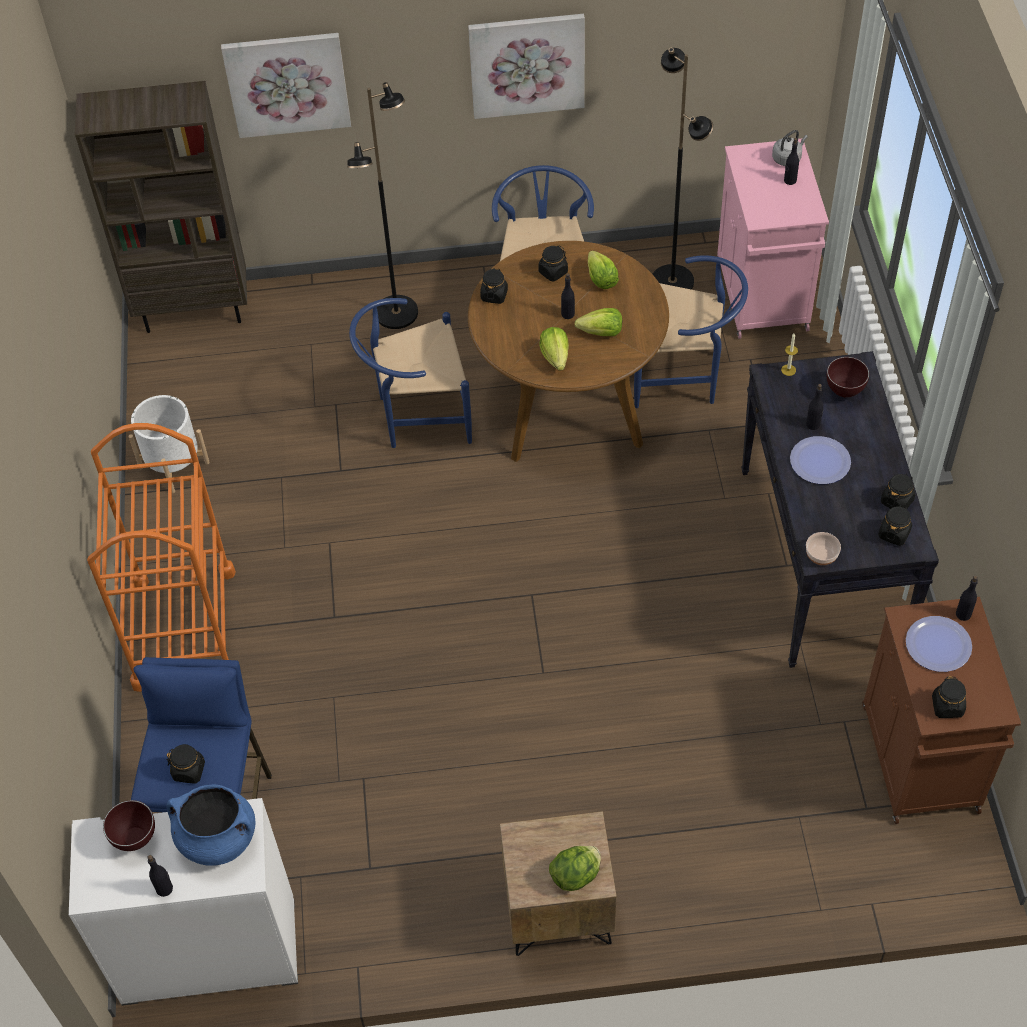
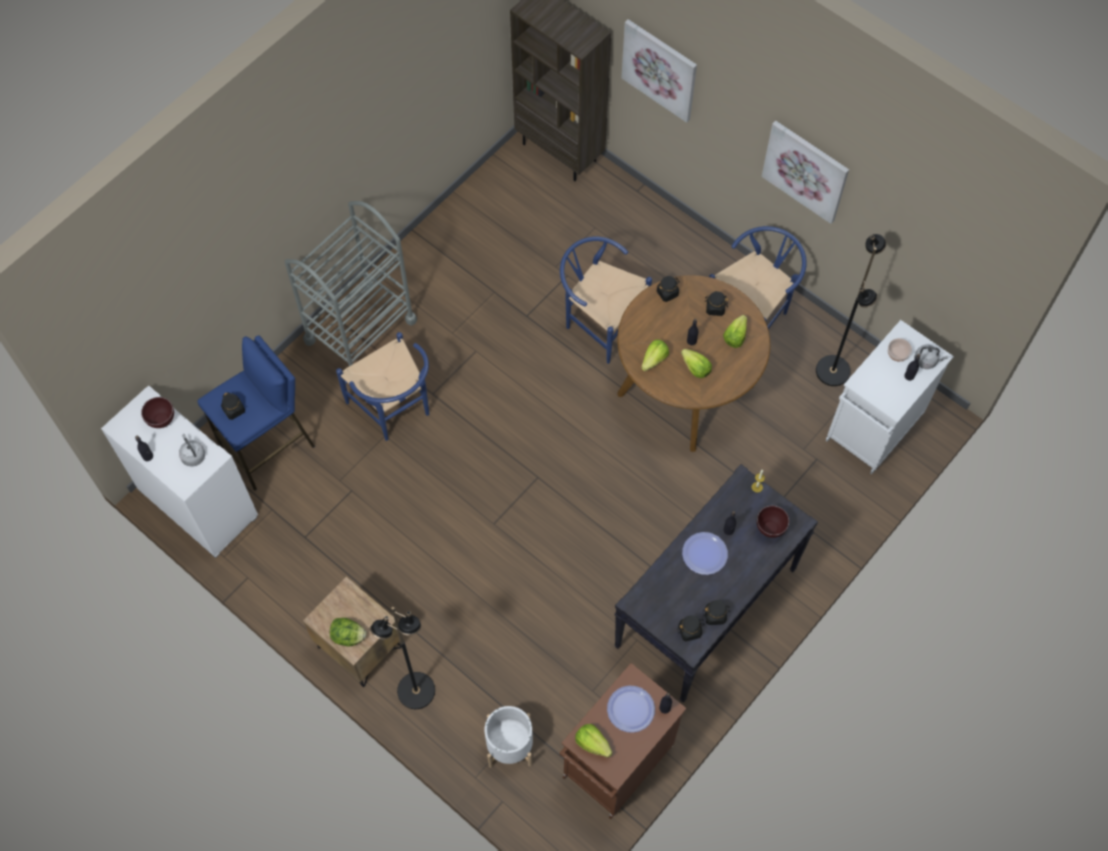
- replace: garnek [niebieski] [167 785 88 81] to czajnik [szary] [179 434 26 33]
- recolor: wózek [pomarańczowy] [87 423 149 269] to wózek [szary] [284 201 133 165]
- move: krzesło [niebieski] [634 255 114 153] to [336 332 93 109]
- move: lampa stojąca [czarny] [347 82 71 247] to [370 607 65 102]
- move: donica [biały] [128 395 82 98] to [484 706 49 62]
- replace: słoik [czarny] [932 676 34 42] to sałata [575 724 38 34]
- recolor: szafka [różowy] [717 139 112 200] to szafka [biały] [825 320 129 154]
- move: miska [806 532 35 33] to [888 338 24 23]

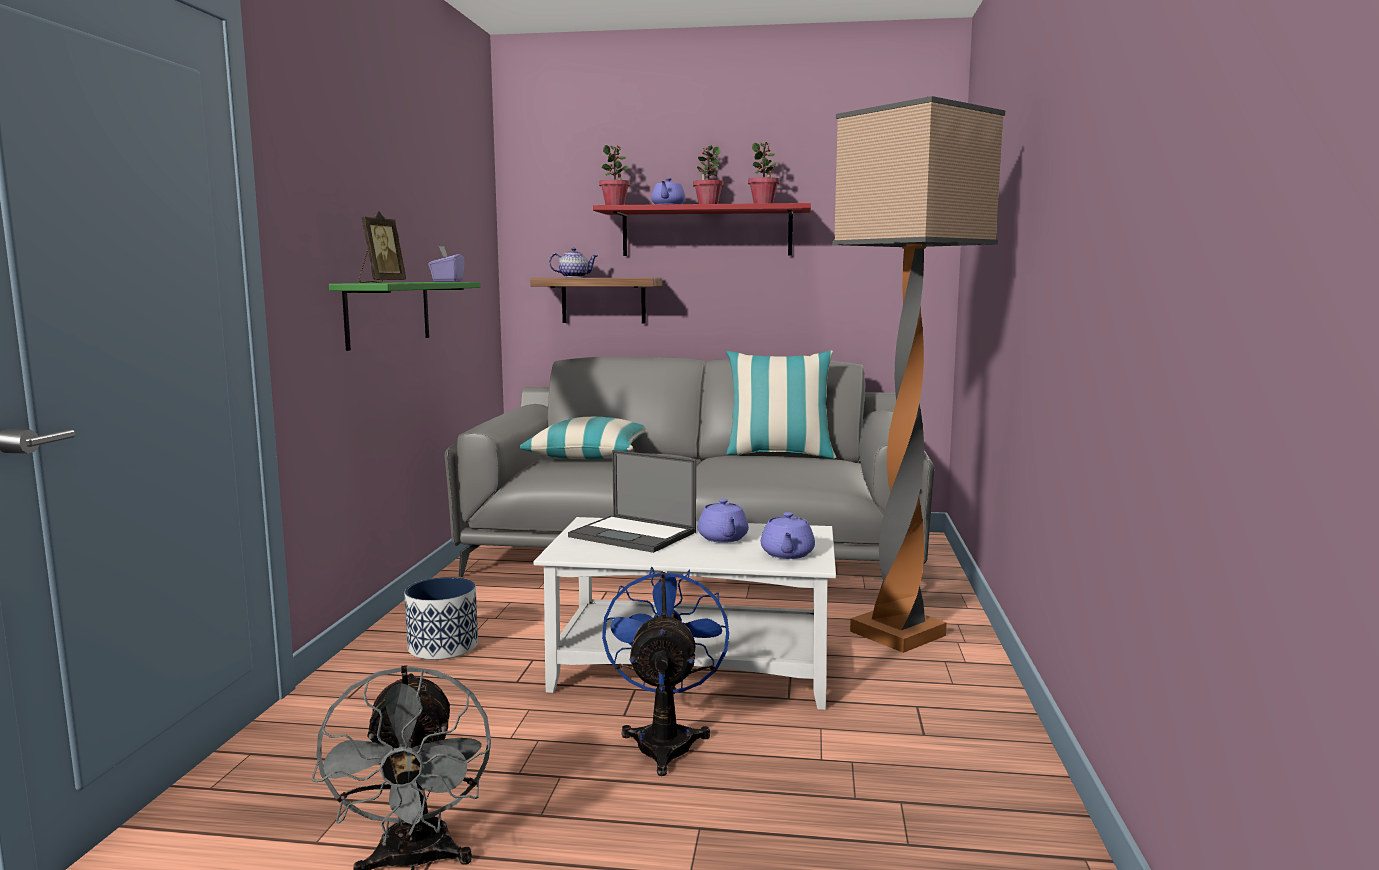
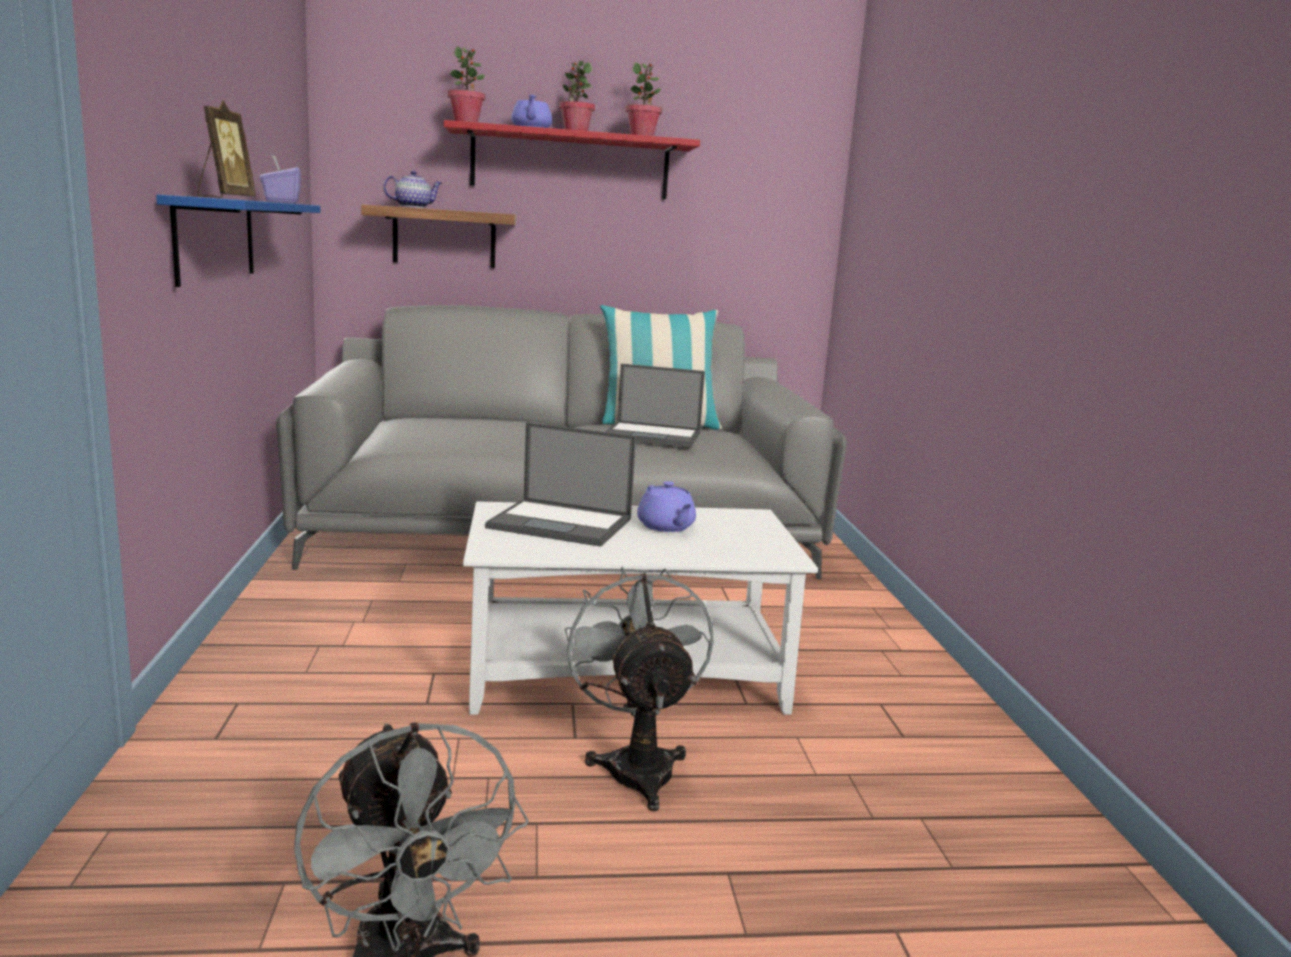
- recolor: półka [zielony] [329 282 152 69] to półka [niebieski] [156 194 164 93]
- recolor: wentylator [niebieski] [602 567 127 209] to wentylator [szary] [565 567 149 244]
- insert: laptop [606 364 99 83]
- delete: donica [405 577 73 83]
- delete: poduszka [520 417 126 42]
- delete: imbryk [fioletowy] [761 512 54 47]
- delete: lampa stojąca [832 96 173 557]

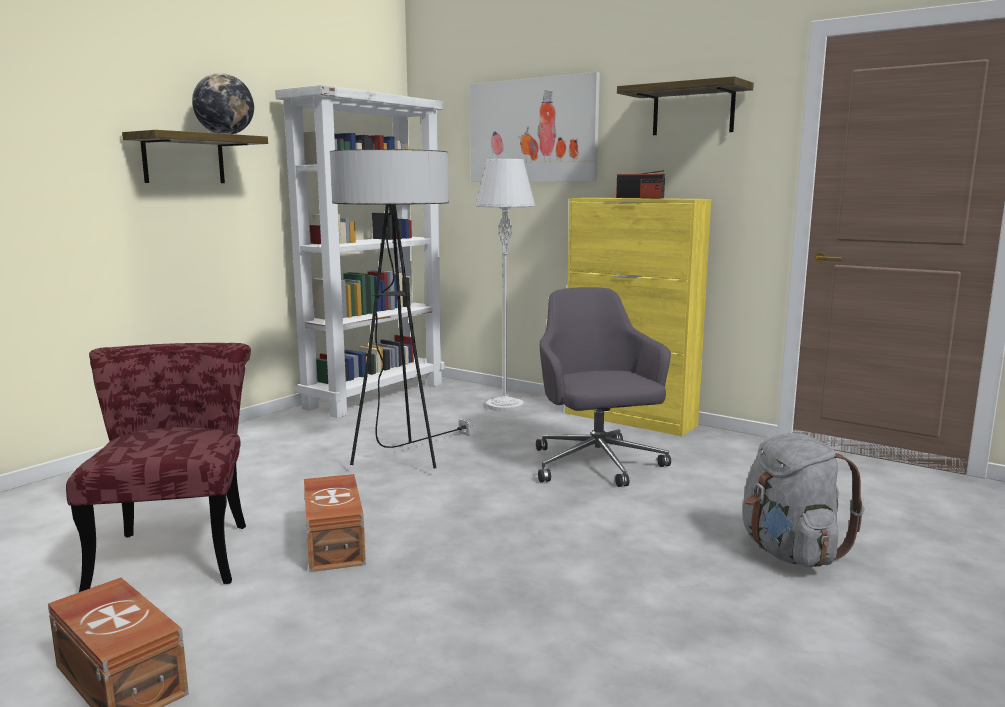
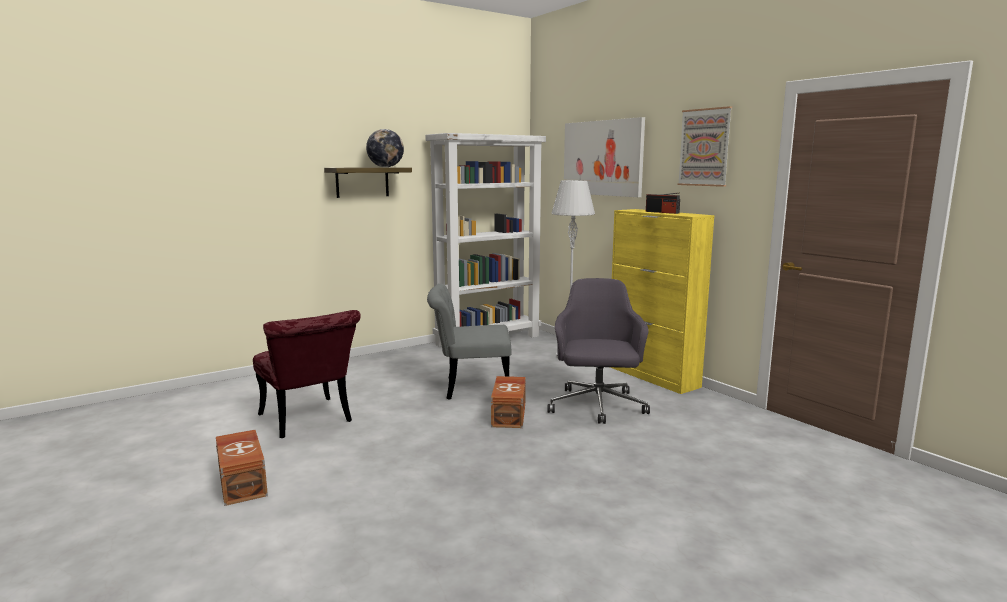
- rotate: krzesło [czerwony] [66 343 185 249] = [253 310 108 128] 135 degrees clockwise
- replace: lampa stojąca [330 149 143 320] to krzesło [szary] [427 284 85 116]
- move: pojemnik do przechowywania [brązowy] [304 474 62 98] to [491 376 35 52]
- replace: półka [617 76 137 59] to obraz [678 106 54 81]
- delete: plecak [szary] [743 433 122 134]

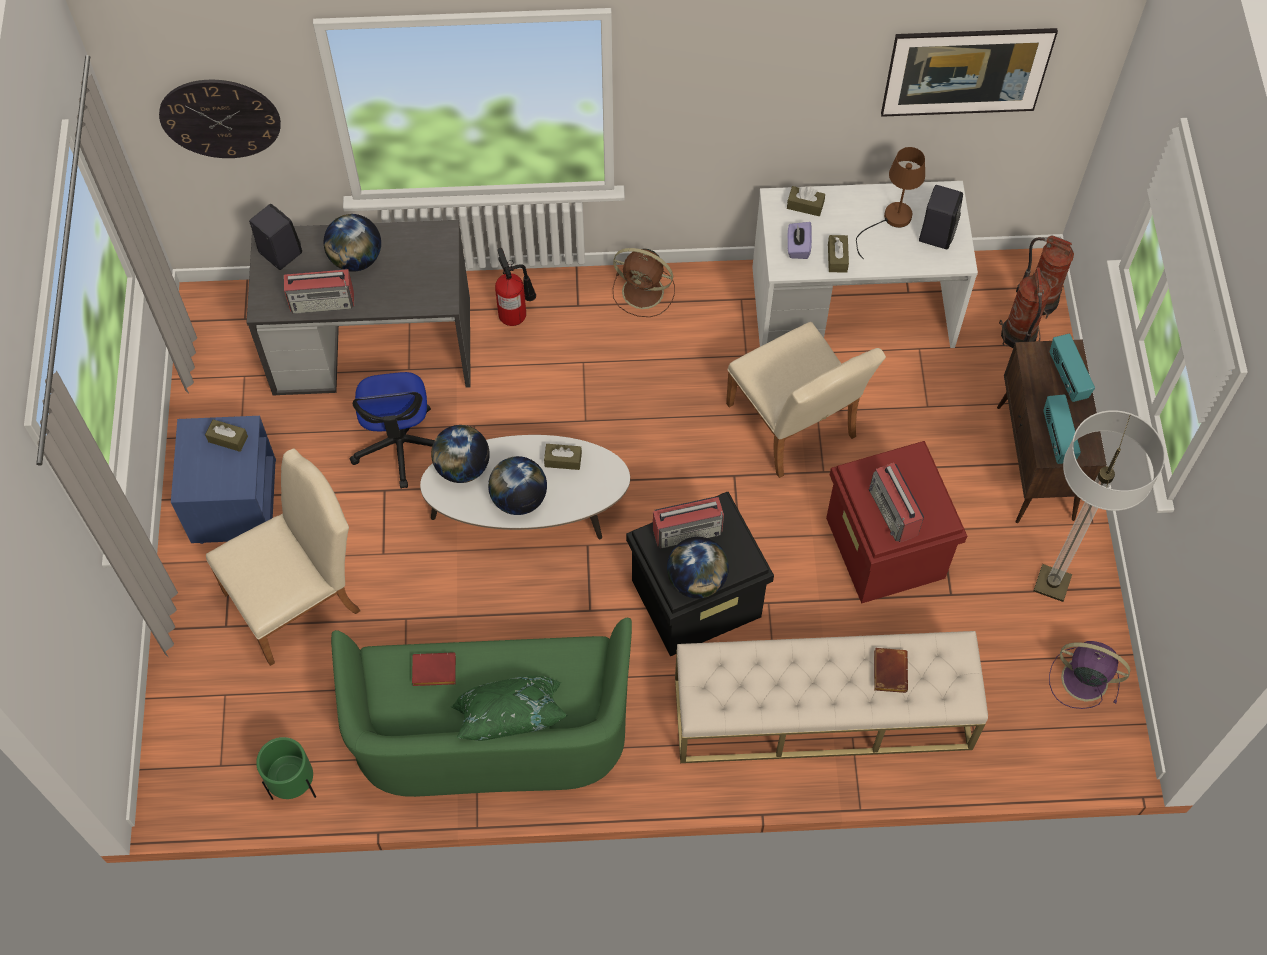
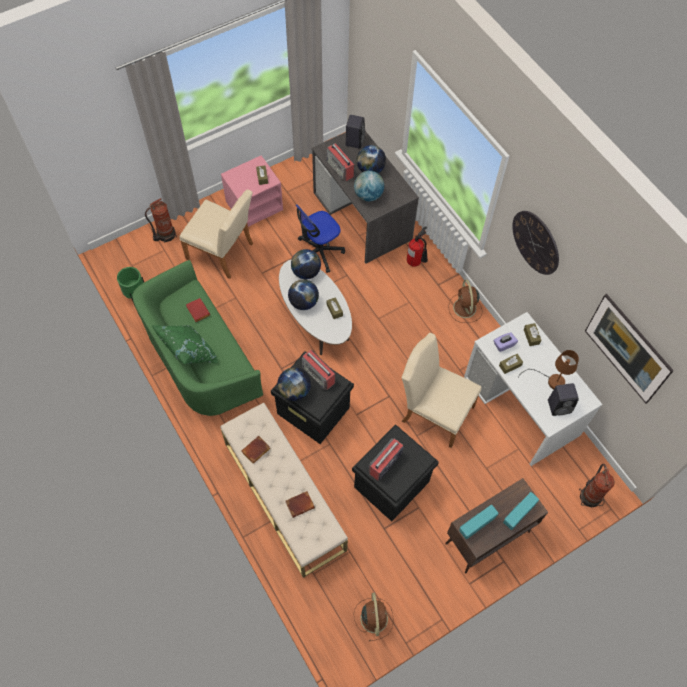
- move: gaśnica [999 267 52 81] to [145 198 32 45]
- recolor: szafka nocna [niebieski] [171 416 105 128] to szafka nocna [różowy] [221 156 62 71]
- insert: książka [brązowy] [241 436 30 28]
- recolor: pojemnik do przechowywania [czerwony] [826 441 141 163] to pojemnik do przechowywania [czarny] [352 424 87 97]
- insert: globus [354 171 30 30]
- recolor: wentylator [fioletowy] [1049 641 81 68] to wentylator [brązowy] [354 593 40 49]
- rotate: krzesło [beżowy] [726 322 160 156] = [402 333 79 115] 90 degrees clockwise
- move: zegar ścienny [159 80 122 78] to [512 211 47 64]
- delete: lampa stojąca [1033 410 132 192]

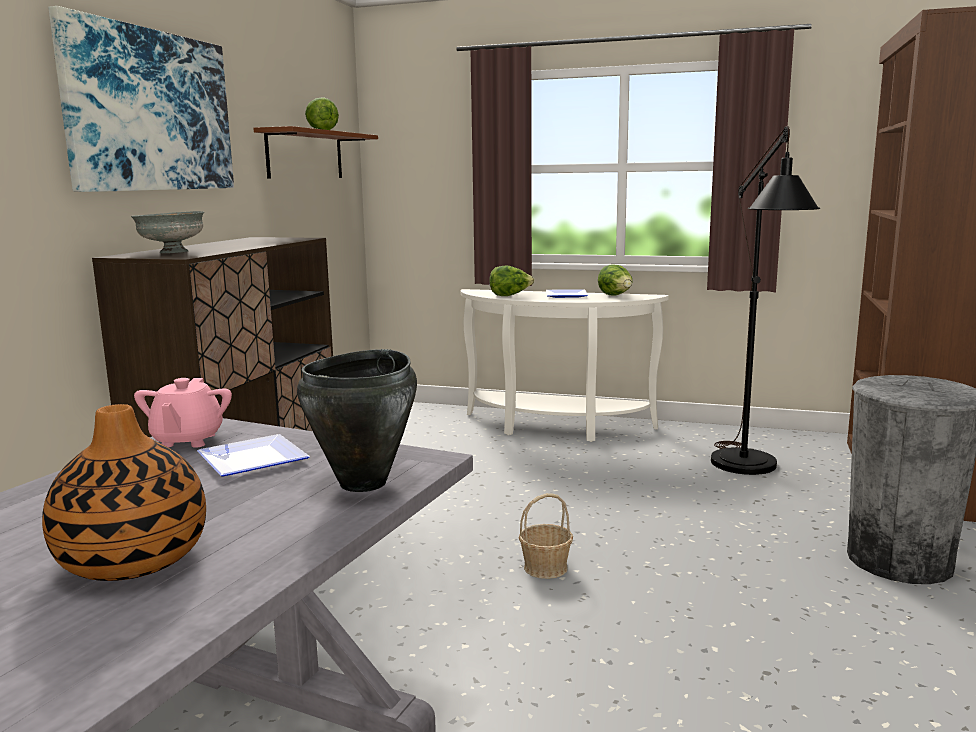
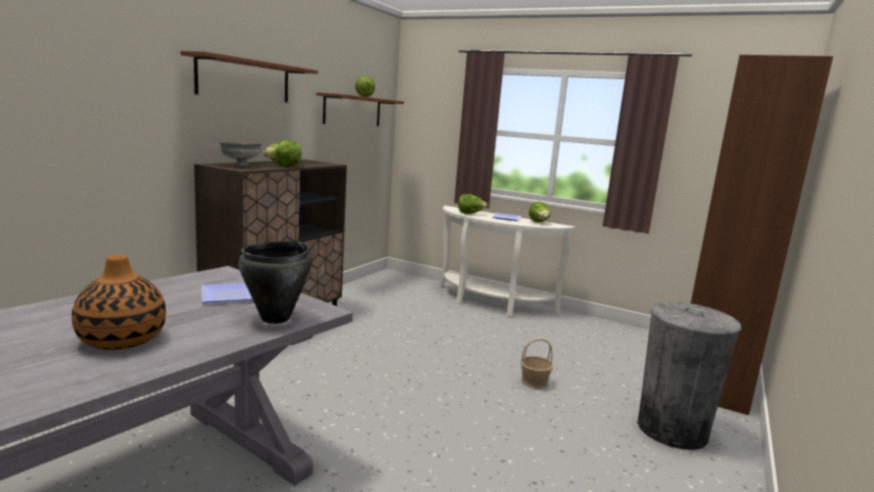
- replace: obraz [48 6 186 186] to półka [brązowy] [181 51 137 51]
- insert: sałata [262 140 40 26]
- move: koszyk [519 493 54 86] to [520 338 34 51]
- delete: imbryk [różowy] [134 378 98 70]
- delete: lampa stojąca [czarny] [711 126 109 349]

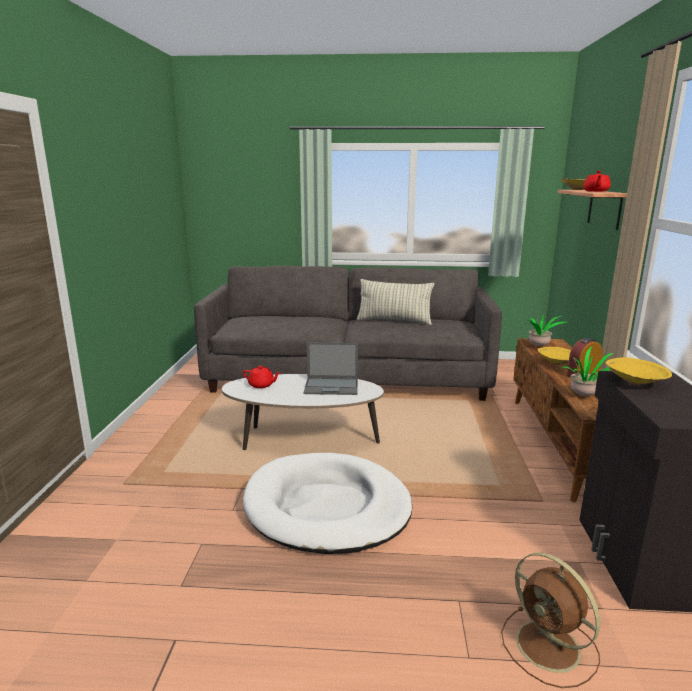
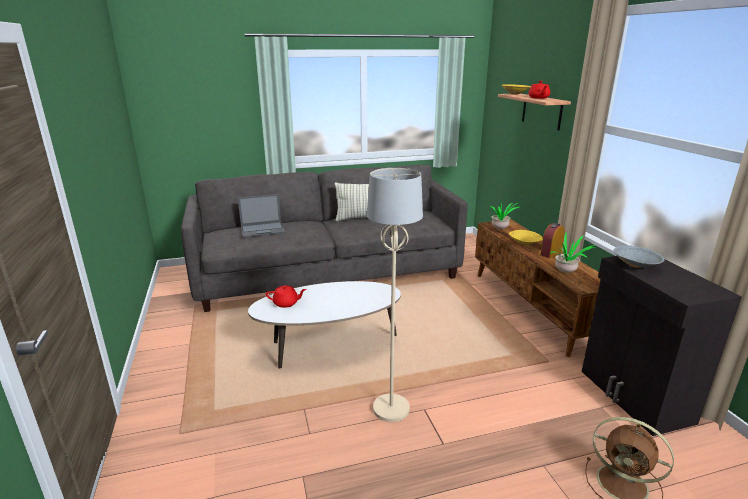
- move: laptop [304 342 54 53] to [238 194 47 44]
- replace: legowisko [biały] [243 453 169 101] to lampa stojąca [beżowy] [367 168 56 254]
- recolor: miska [żółty] [606 357 66 28] to miska [szary] [613 245 52 23]

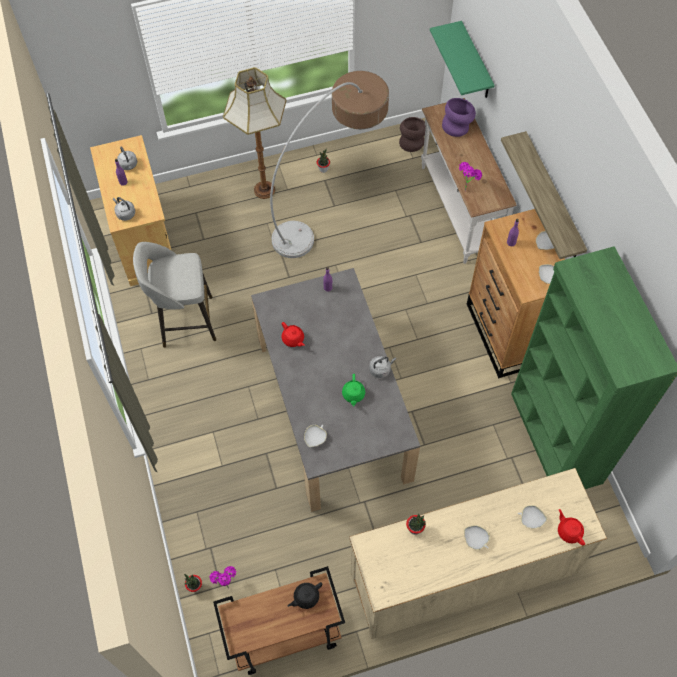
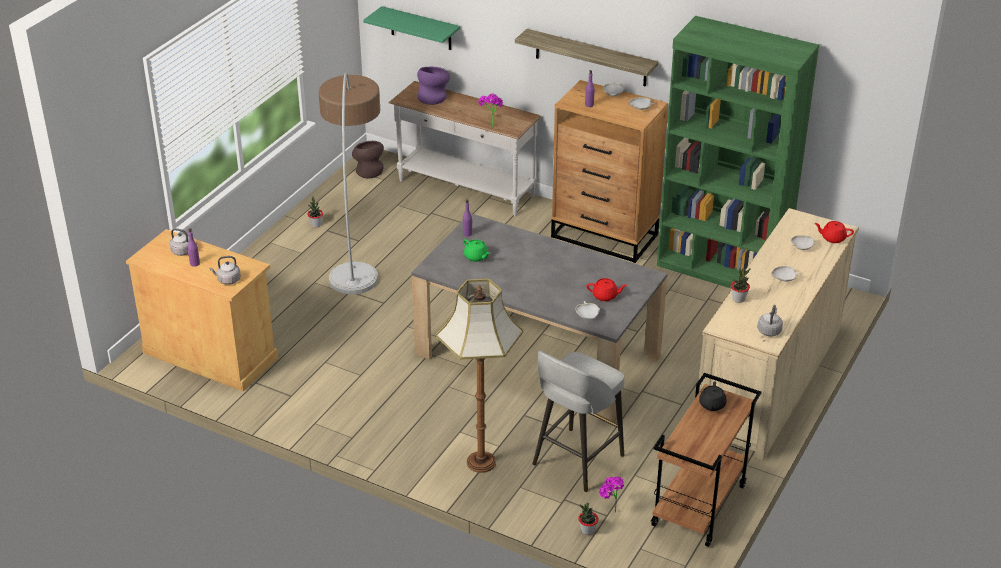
- move: lampa stojąca [223 67 63 132] to [436 279 87 194]
- move: imbryk [zielony] [342 374 23 33] to [463 239 27 23]
- move: stołek [szary] [133 242 83 106] to [532 351 92 141]
- move: imbryk [czerwony] [282 322 23 25] to [587 278 40 23]
- move: czajnik [szary] [369 356 27 22] to [758 305 25 31]

